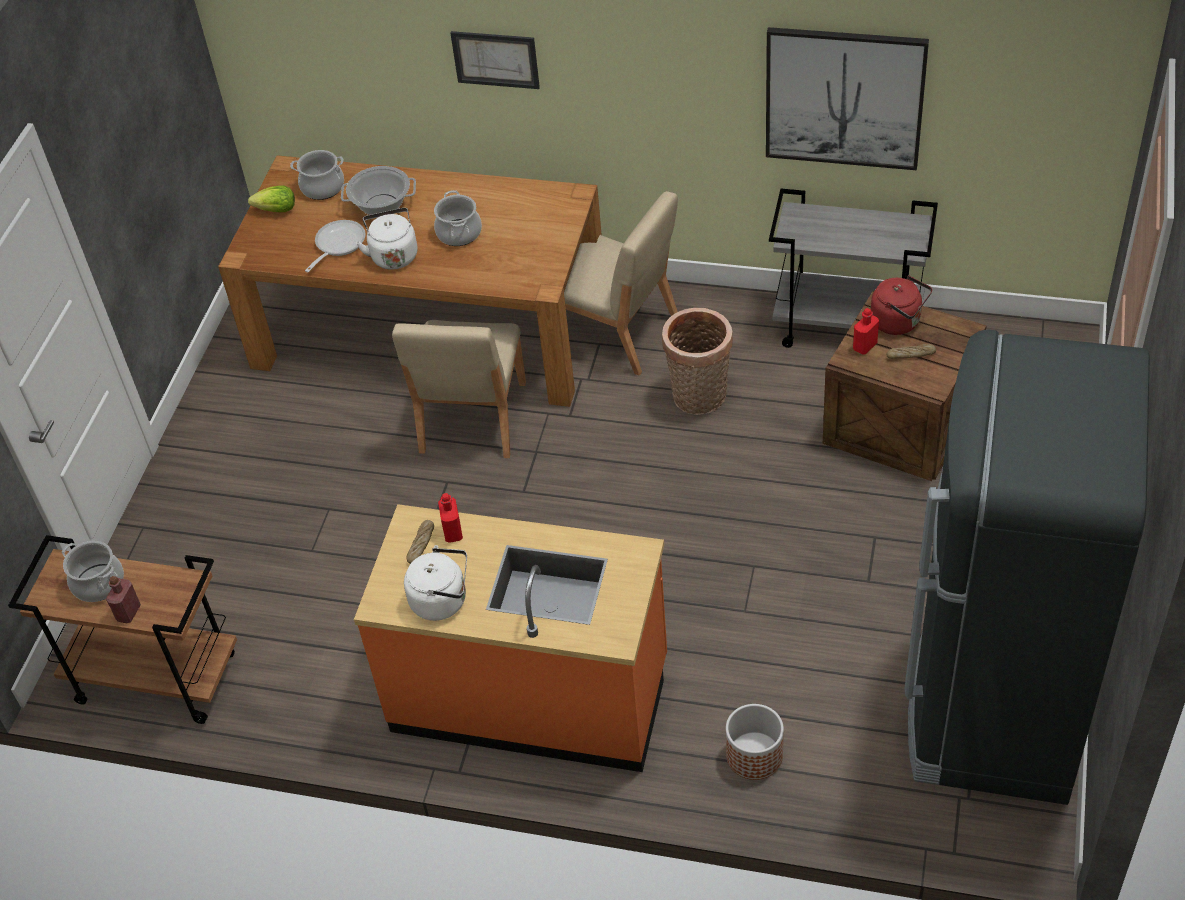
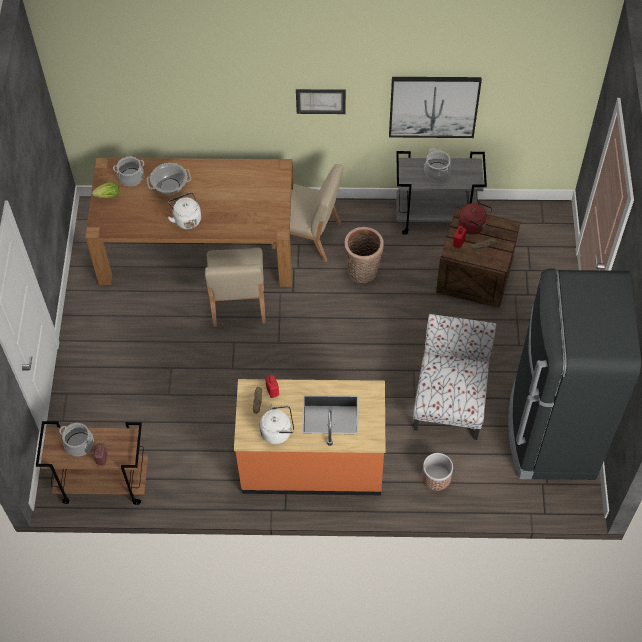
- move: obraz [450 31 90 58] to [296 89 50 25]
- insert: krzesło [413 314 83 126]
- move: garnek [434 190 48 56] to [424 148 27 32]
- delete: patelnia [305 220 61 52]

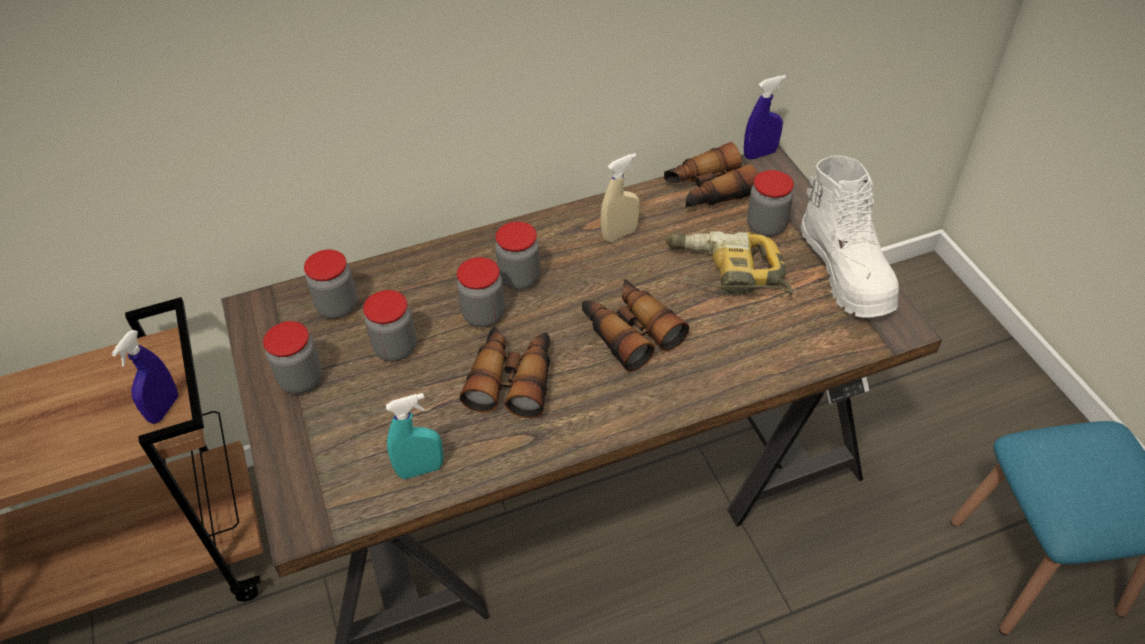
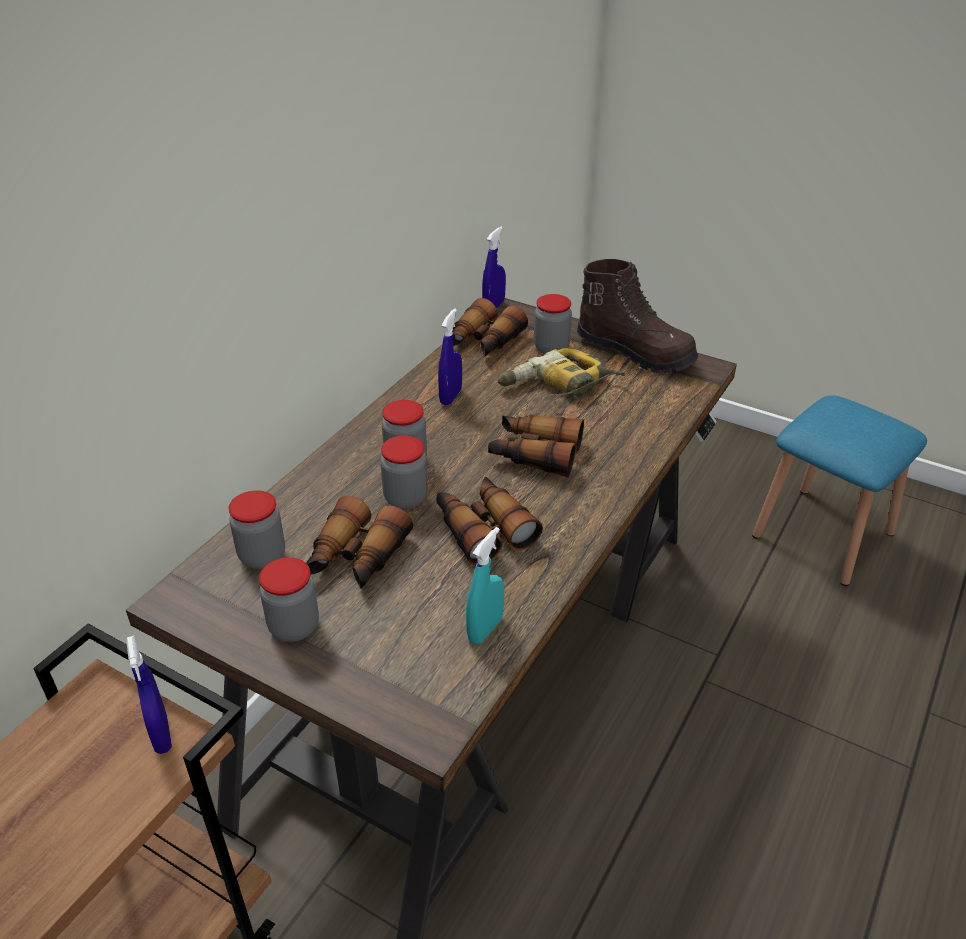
- replace: słoik [363 290 54 71] to lornetka [306 496 107 93]
- recolor: spryskiwacz [beżowy] [600 153 40 89] to spryskiwacz [niebieski] [438 308 24 97]
- recolor: but z cholewką [biały] [801 156 98 162] to but z cholewką [brązowy] [577 259 121 114]

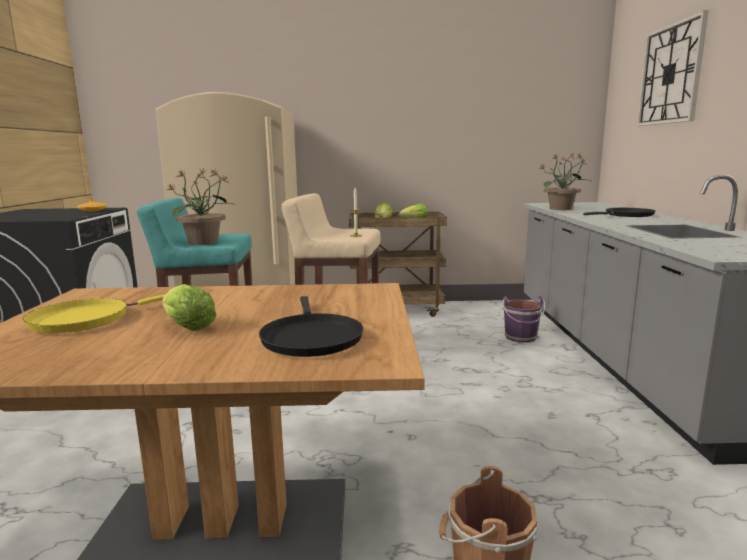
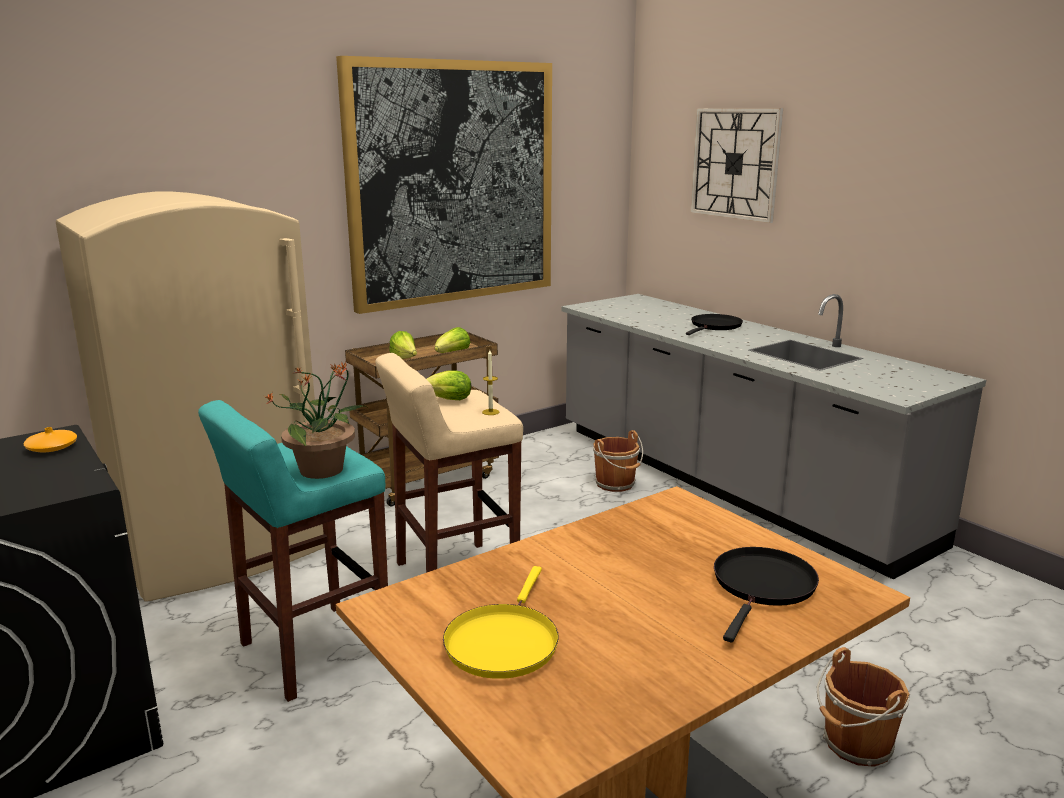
- insert: obraz [336 56 216 258]
- move: sałata [162 284 54 47] to [427 371 44 29]
- recolor: wiadro [fioletowy] [503 296 42 47] to wiadro [brązowy] [593 430 50 62]
- rotate: patelnia [czarny] [259 296 105 61] = [714 547 105 95] 105 degrees counterclockwise
- delete: roślina doniczkowa [538 153 53 57]

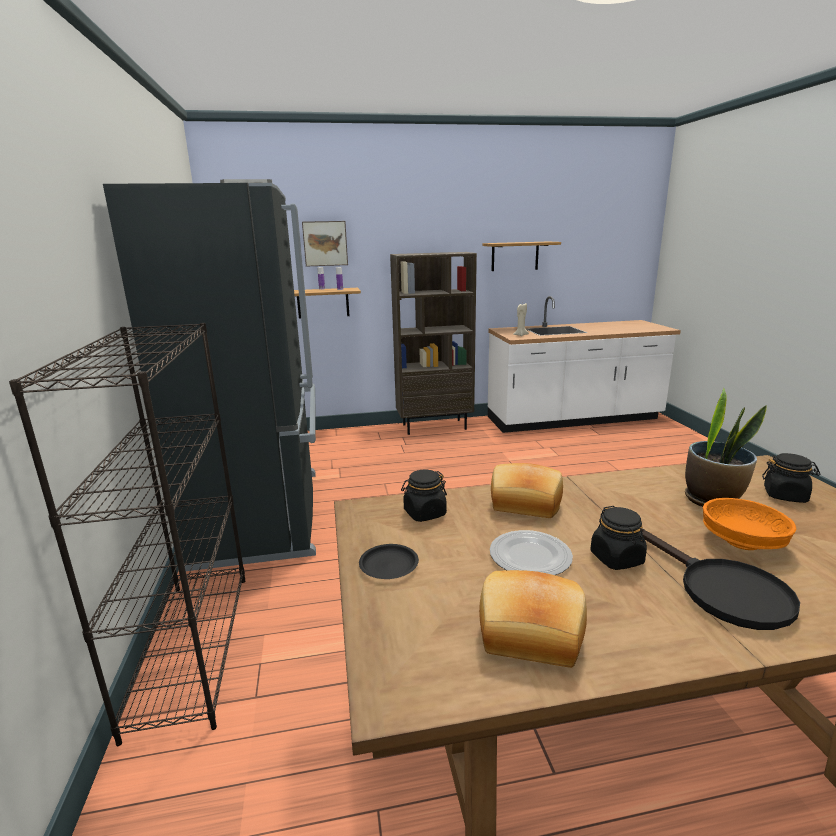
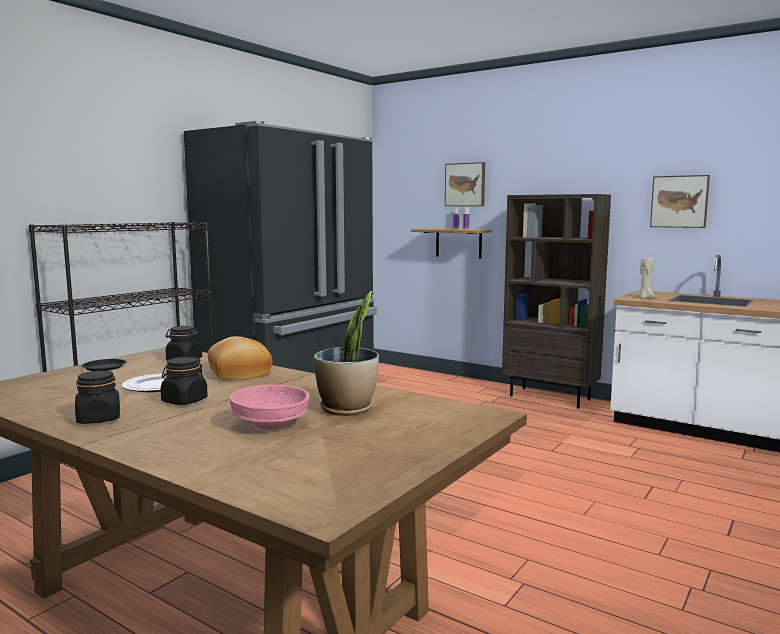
- move: słoik [czarny] [762 453 58 50] to [75 370 45 54]
- recolor: miska [pomarańczowy] [703 498 94 52] to miska [różowy] [229 385 81 44]
- replace: półka [482 242 79 29] to obraz [650 175 60 53]
- delete: chleb [479 570 108 98]
- delete: patelnia [czarny] [640 529 160 101]

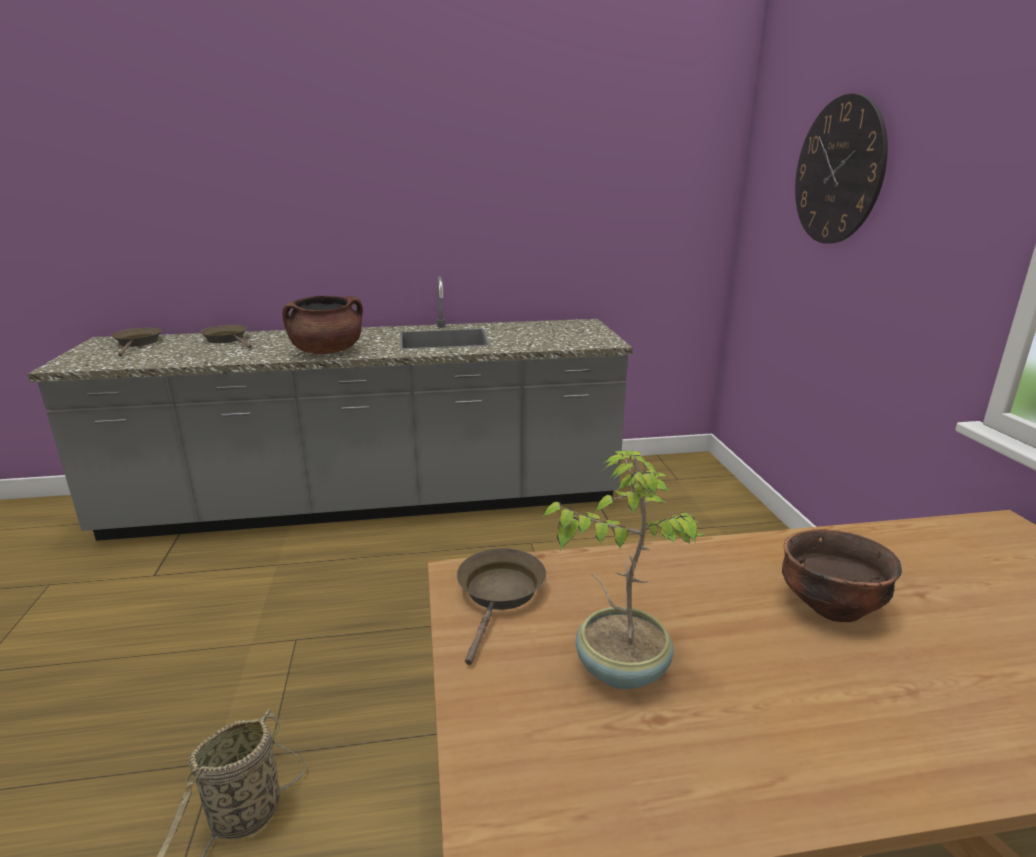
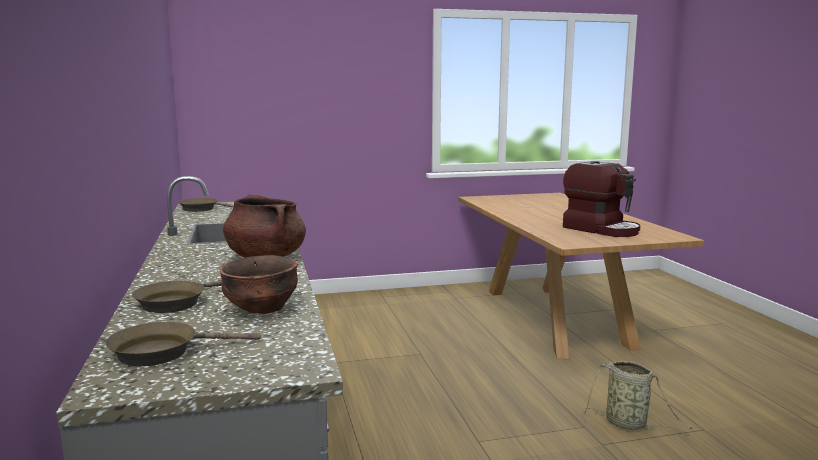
- move: patelnia [brązowy] [457 548 89 117] to [178 198 56 14]
- move: miska [brązowy] [782 529 120 93] to [219 255 79 59]
- replace: roślina doniczkowa [542 451 162 238] to ekspres do kawy [563 161 77 76]
- delete: zegar ścienny [795 94 93 150]

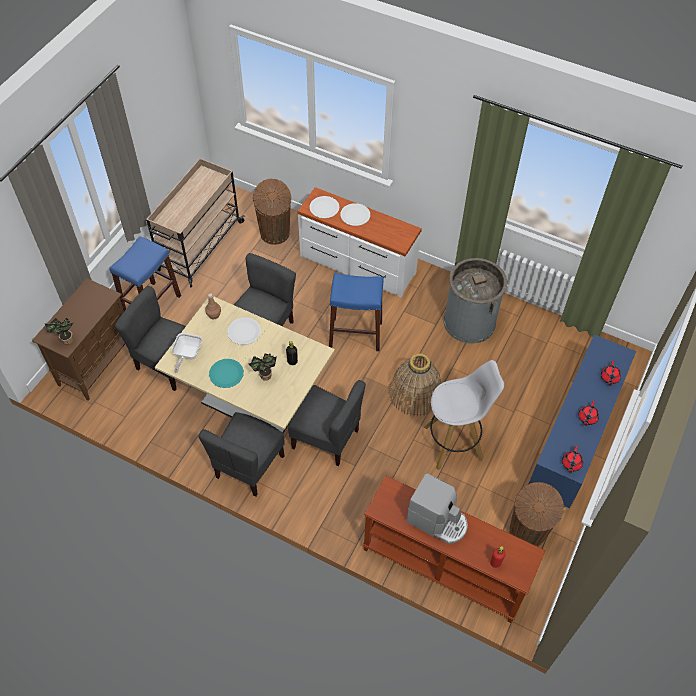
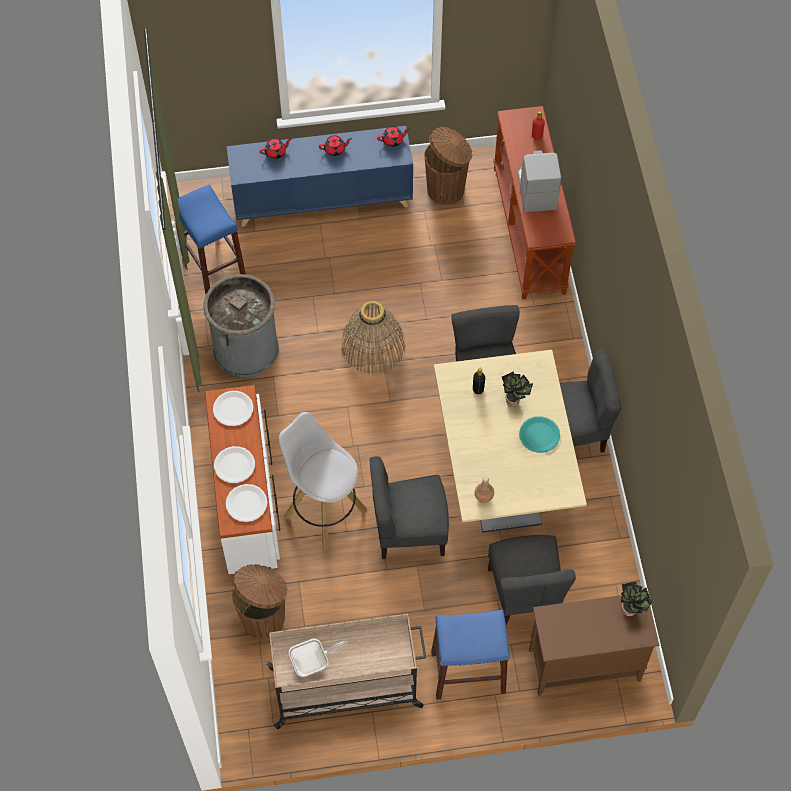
- move: stołek [niebieski] [329 273 55 78] to [172 184 74 110]
- move: talerz [biały] [227 317 34 28] to [213 391 40 35]
- move: stołek [biały] [424 360 80 110] to [278 412 89 139]
- move: patelnia [171 333 31 40] to [289 639 59 38]

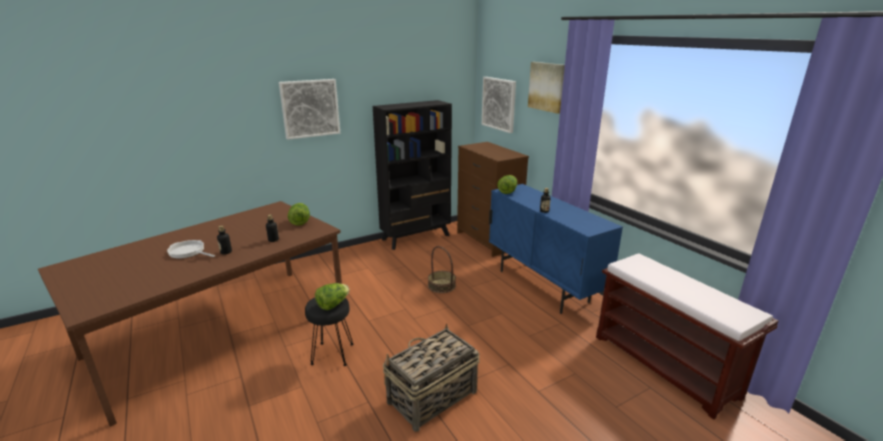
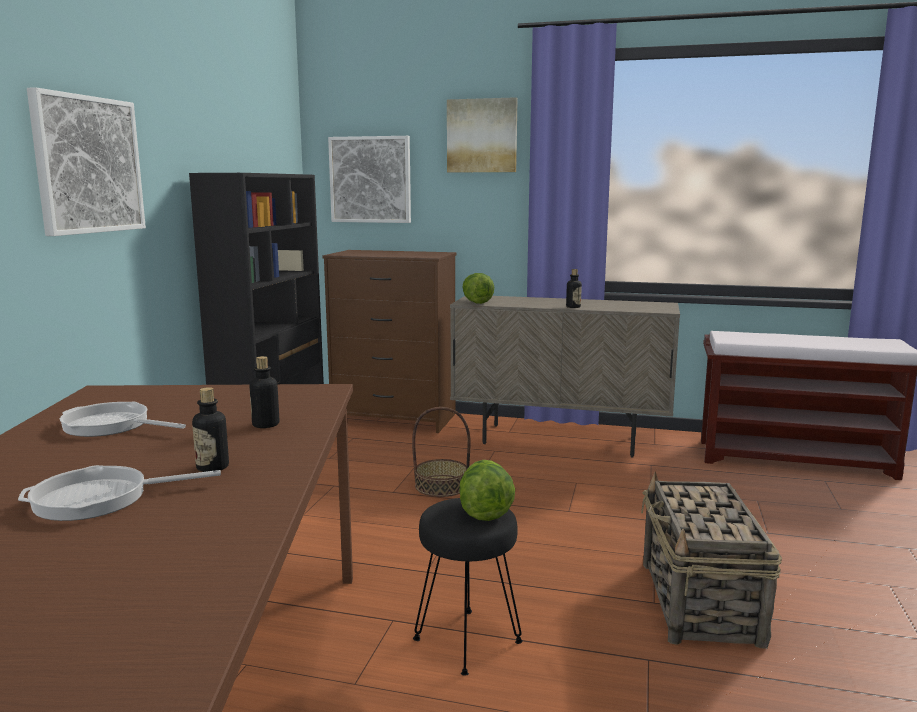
- insert: patelnia [60 402 126 35]
- recolor: szafka [niebieski] [489 184 134 130] to szafka [beżowy] [450 296 230 161]
- delete: sałata [288 203 22 23]

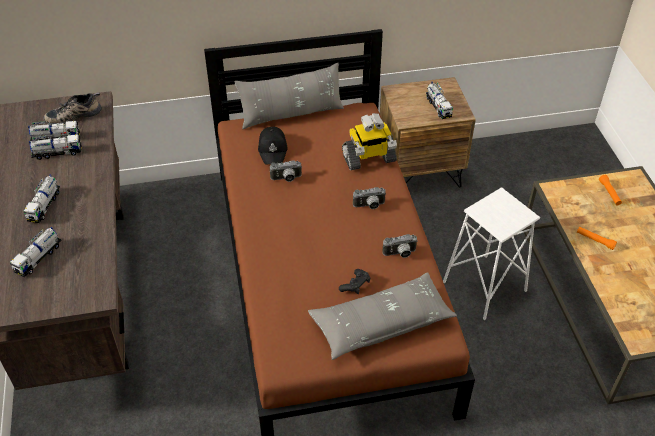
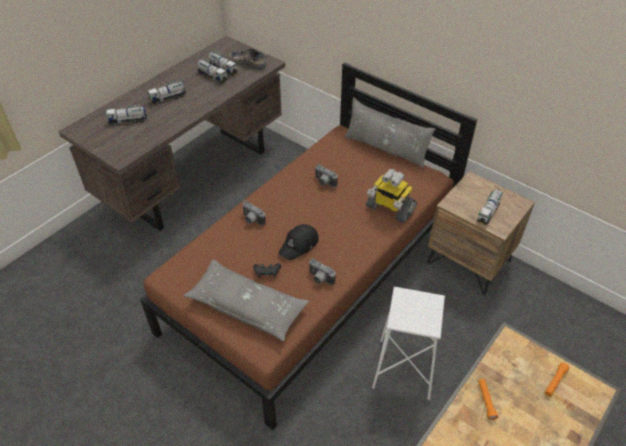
- move: aparat fotograficzny [353 187 33 22] to [242 201 24 25]
- move: czapka z daszkiem [czarny] [258 127 30 37] to [279 224 40 36]

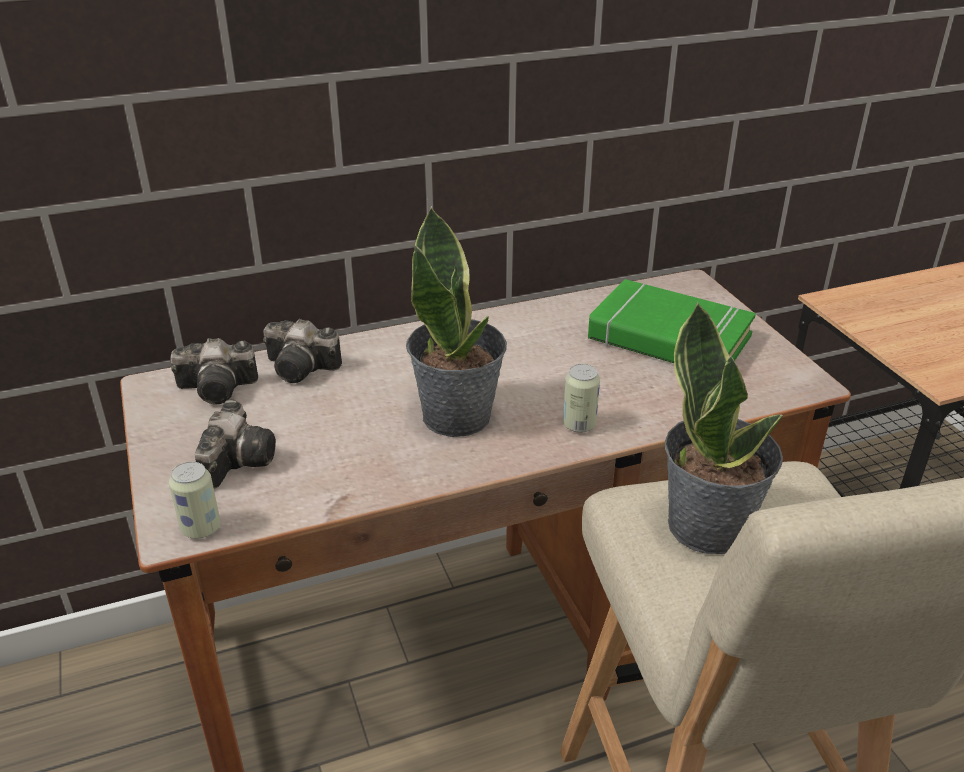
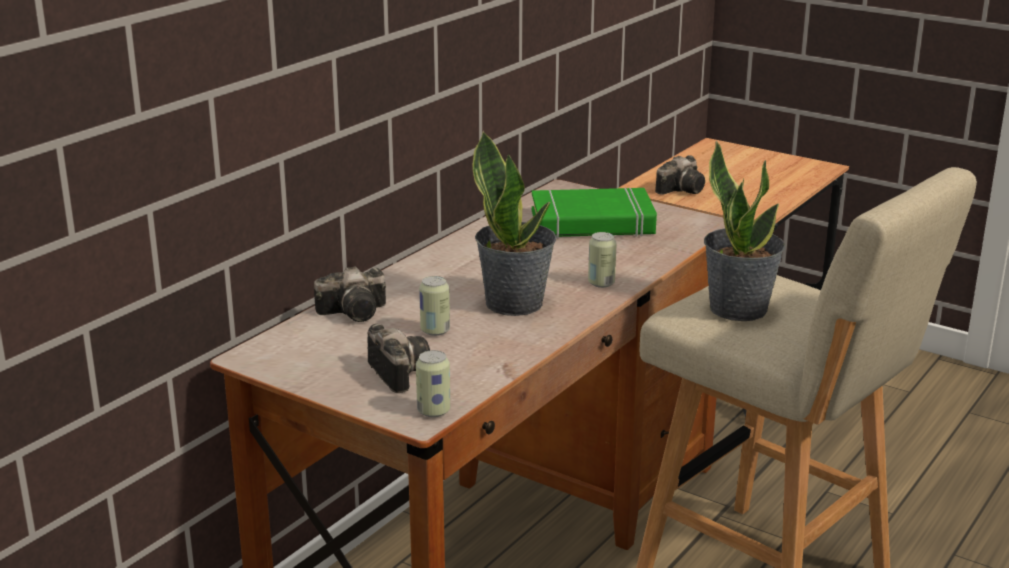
- insert: puszka [419 276 31 60]
- move: aparat fotograficzny [170 338 88 67] to [655 155 50 40]

